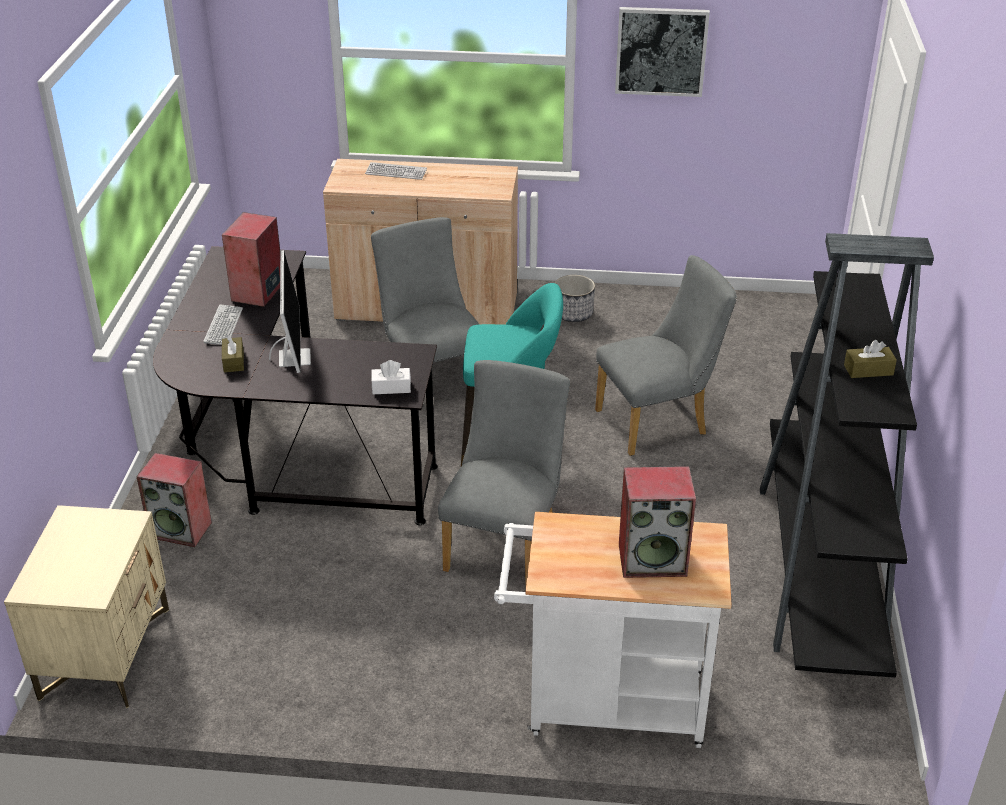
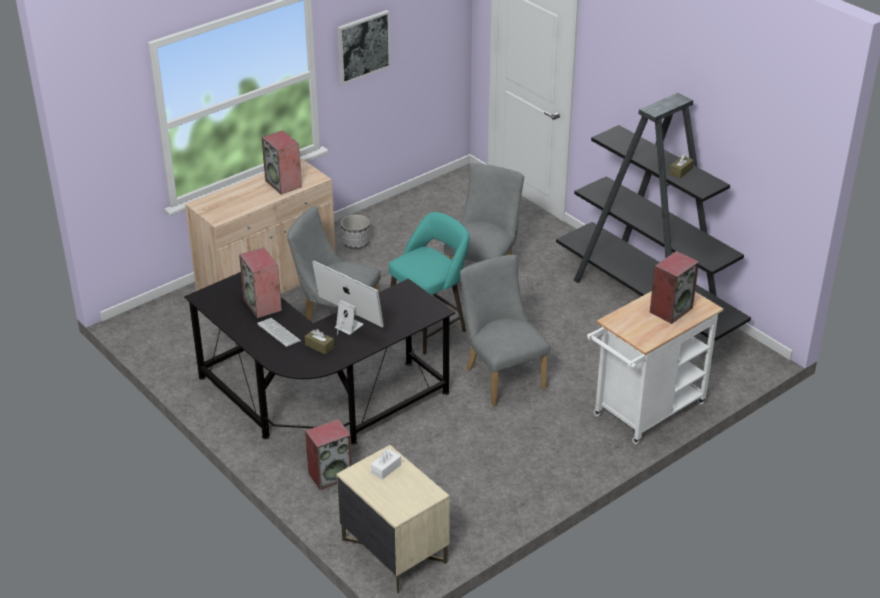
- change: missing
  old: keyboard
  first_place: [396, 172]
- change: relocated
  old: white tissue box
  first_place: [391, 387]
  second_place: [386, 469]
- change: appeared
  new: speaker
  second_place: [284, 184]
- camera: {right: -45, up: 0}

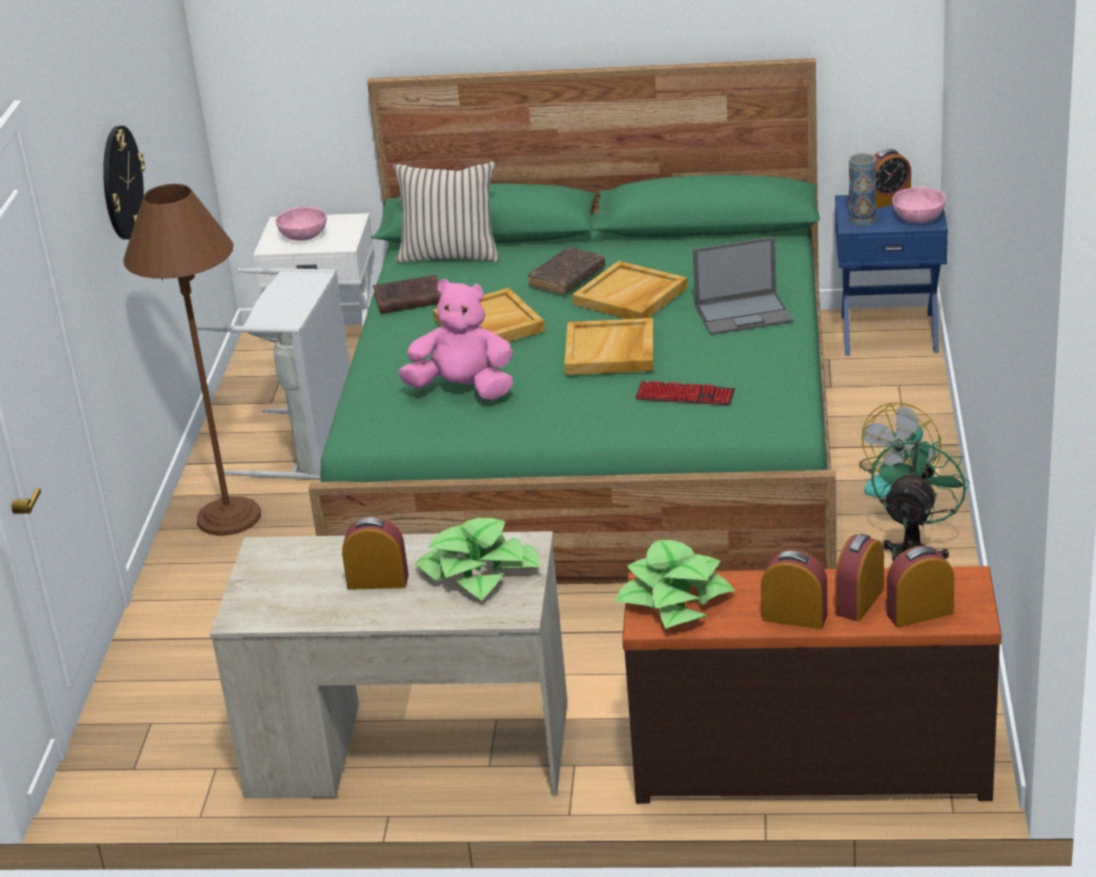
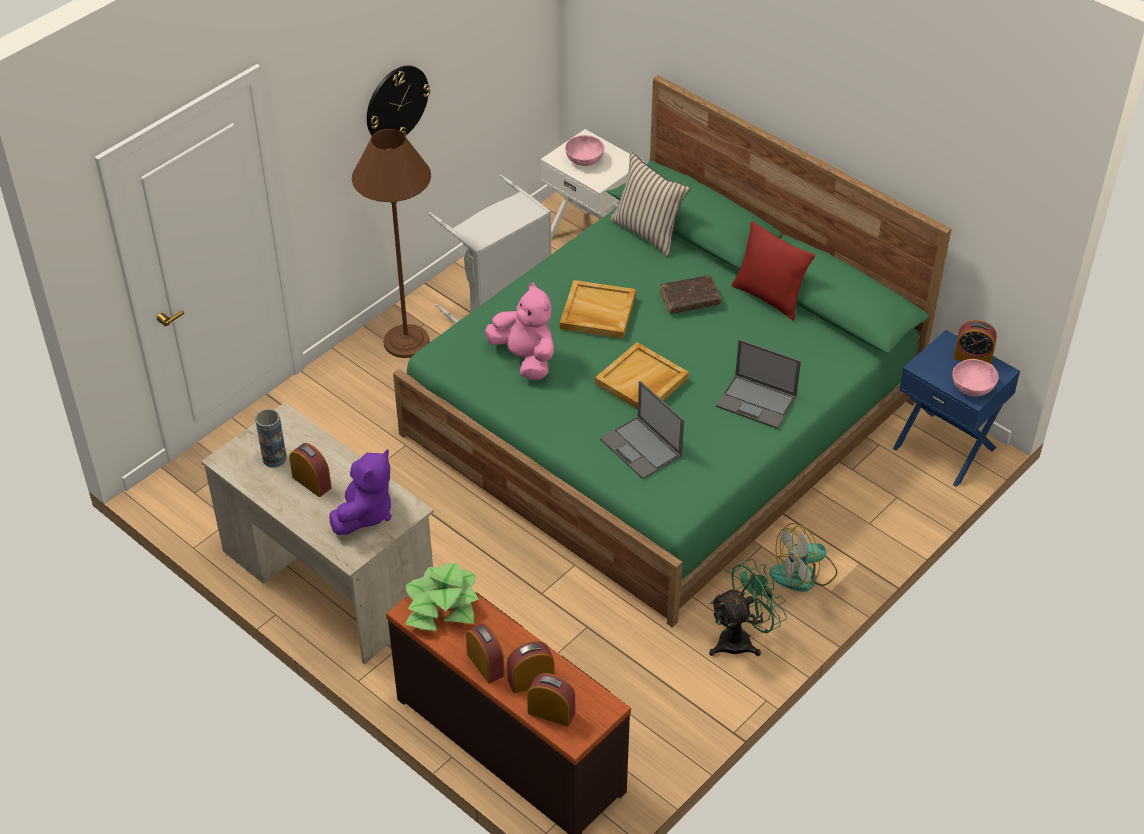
- change: missing
  old: brown book
  first_place: [407, 299]
- change: exchanged
  old: potted plant
  new: purple plush toy
  first_place: [479, 572]
  second_place: [365, 513]
- change: missing
  old: beige tray
  first_place: [630, 297]
- change: exchanged
  old: keyboard
  new: laptop
  first_place: [685, 395]
  second_place: [641, 448]
- change: relocated
  old: vase
  first_place: [862, 220]
  second_place: [274, 458]
- change: appeared
  new: red pillow
  second_place: [768, 297]
- camera: {right: 35, up: 15}

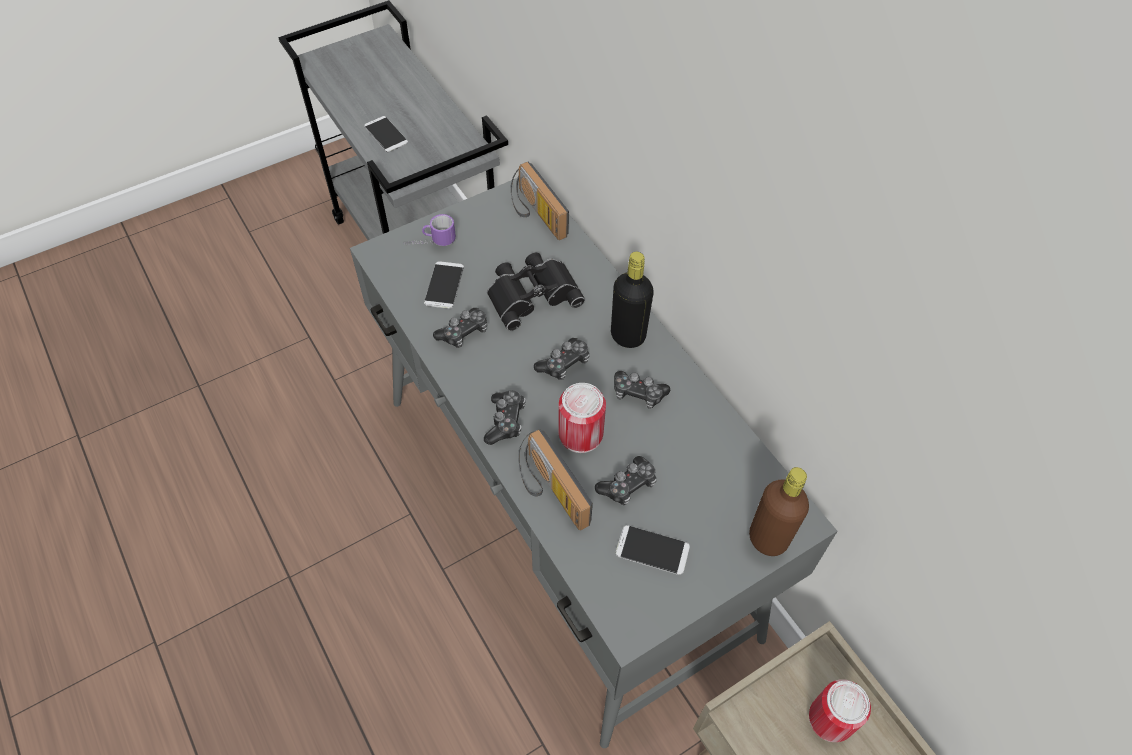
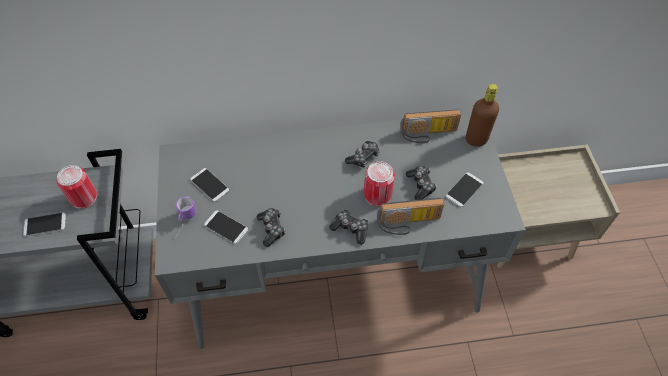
- change: missing
  old: black binoculars
  first_place: [532, 293]
- change: relocated
  old: radio
  first_place: [535, 214]
  second_place: [428, 134]
- change: missing
  old: game controller
  first_place: [564, 364]
- change: missing
  old: black bottle
  first_place: [628, 336]
- change: relocated
  old: can
  first_place: [830, 719]
  second_place: [83, 197]
- change: appeared
  new: phone
  second_place: [209, 185]
- camera: {right: -65, up: 0}

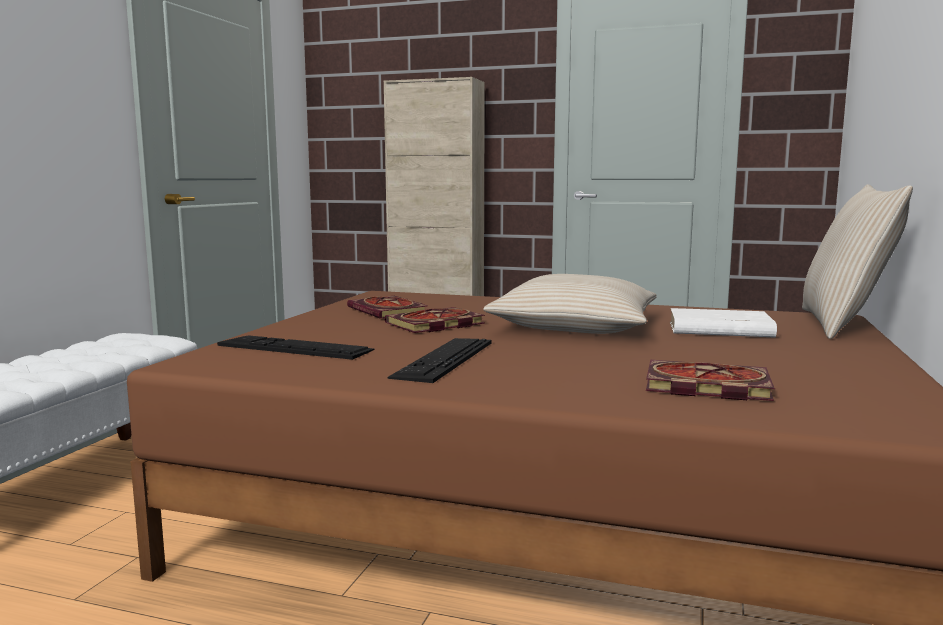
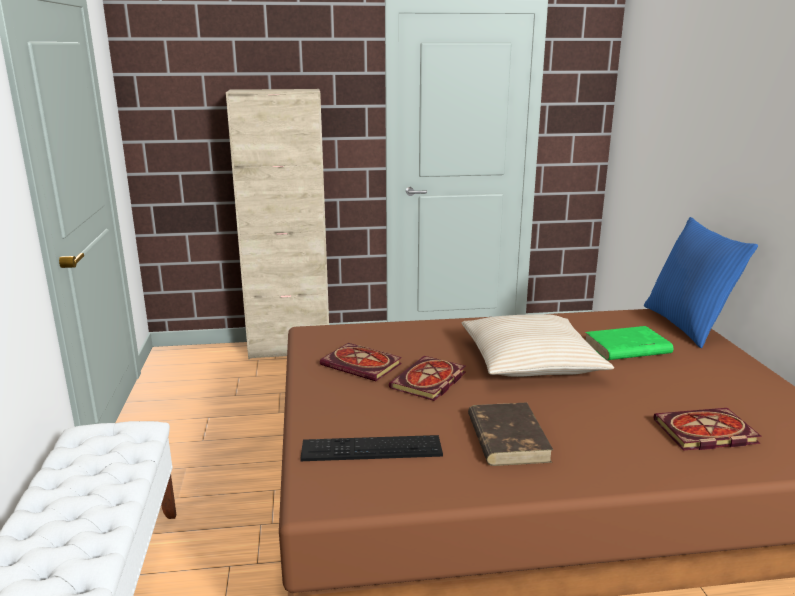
- change: exchanged
  old: keyboard
  new: brown book
  first_place: [444, 359]
  second_place: [507, 438]
- change: colour
  old: white book
  new: green book
  first_place: [718, 330]
  second_place: [626, 348]
- change: colour
  old: beige pillow
  new: blue pillow
  first_place: [843, 325]
  second_place: [687, 325]
- camera: {right: -25, up: 10}

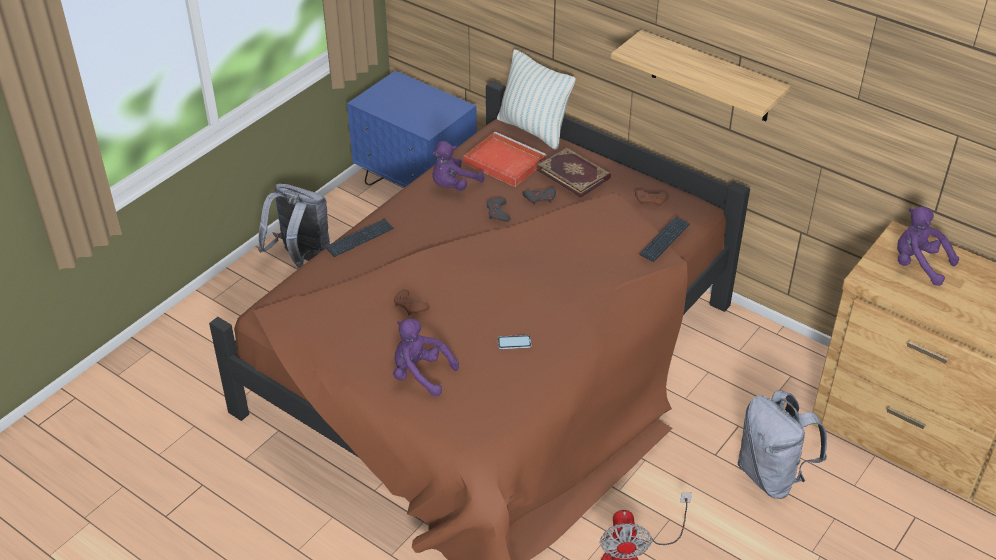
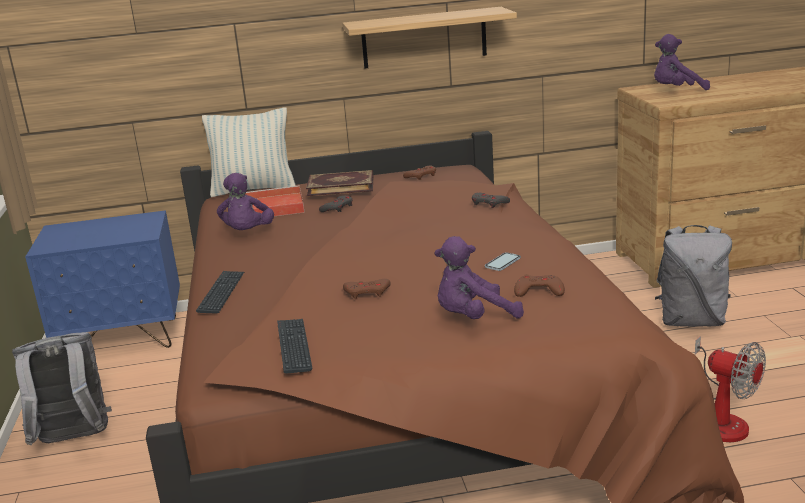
- change: relocated
  old: grey game controller
  first_place: [498, 212]
  second_place: [489, 203]
- change: relocated
  old: keyboard
  first_place: [665, 240]
  second_place: [294, 346]
- change: appeared
  new: brown game controller
  second_place: [539, 291]
- camera: {right: -45, up: -20}

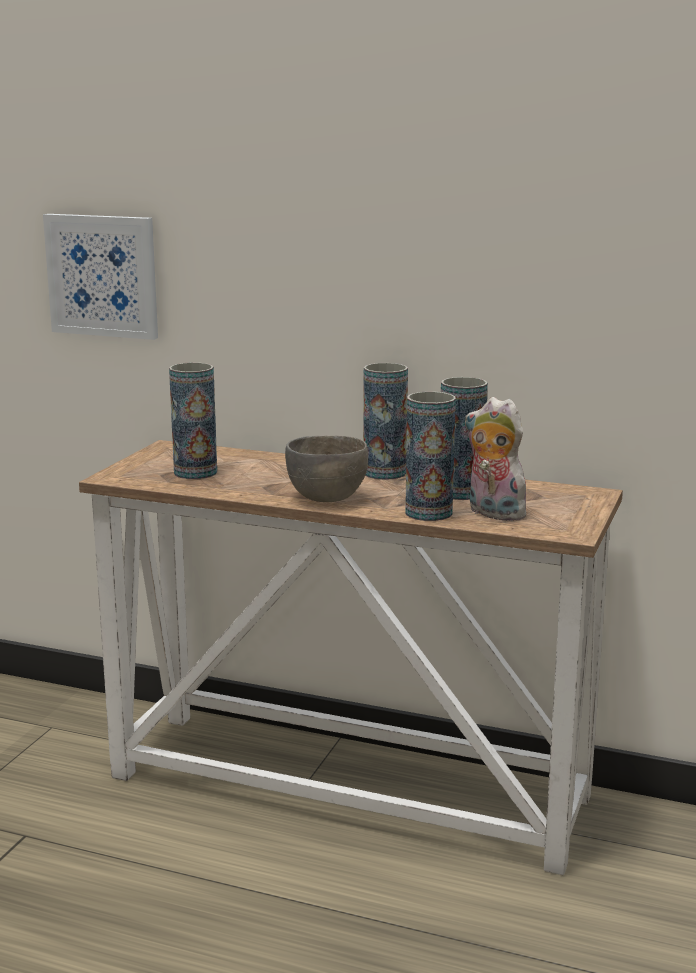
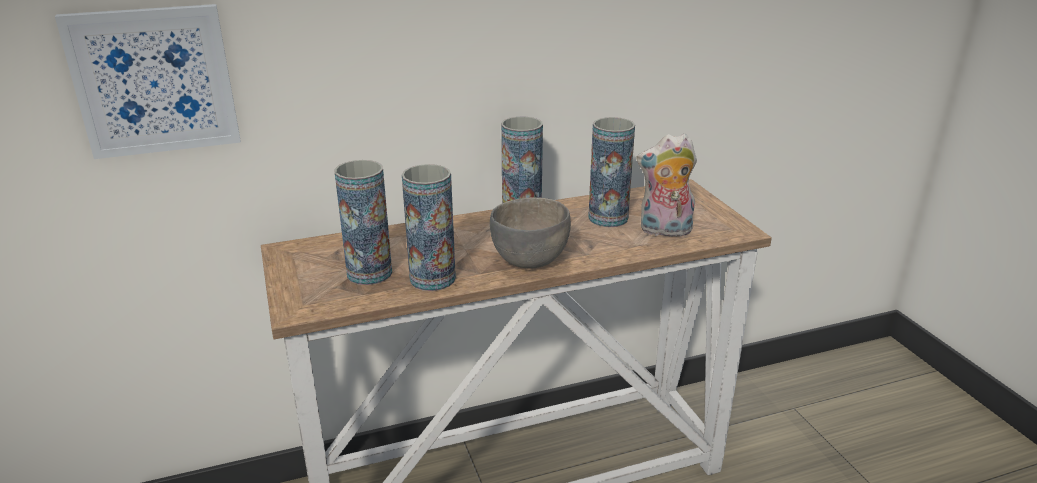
- change: relocated
  old: vase
  first_place: [428, 513]
  second_place: [432, 279]
- camera: {right: -40, up: 10}

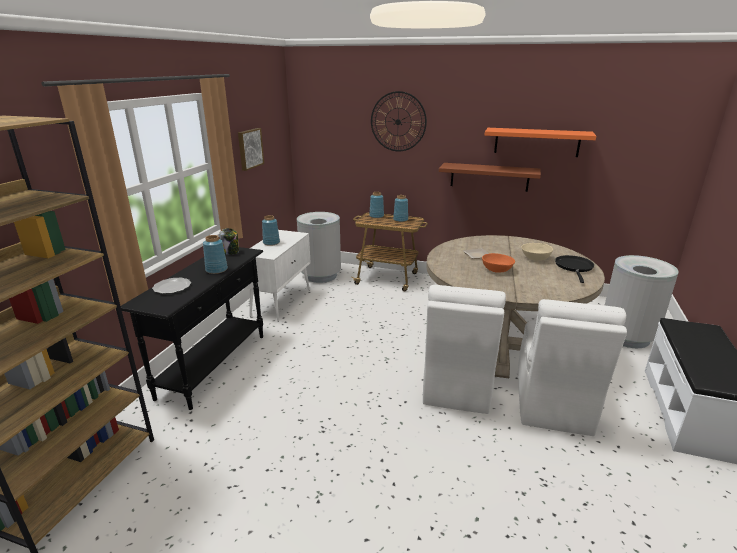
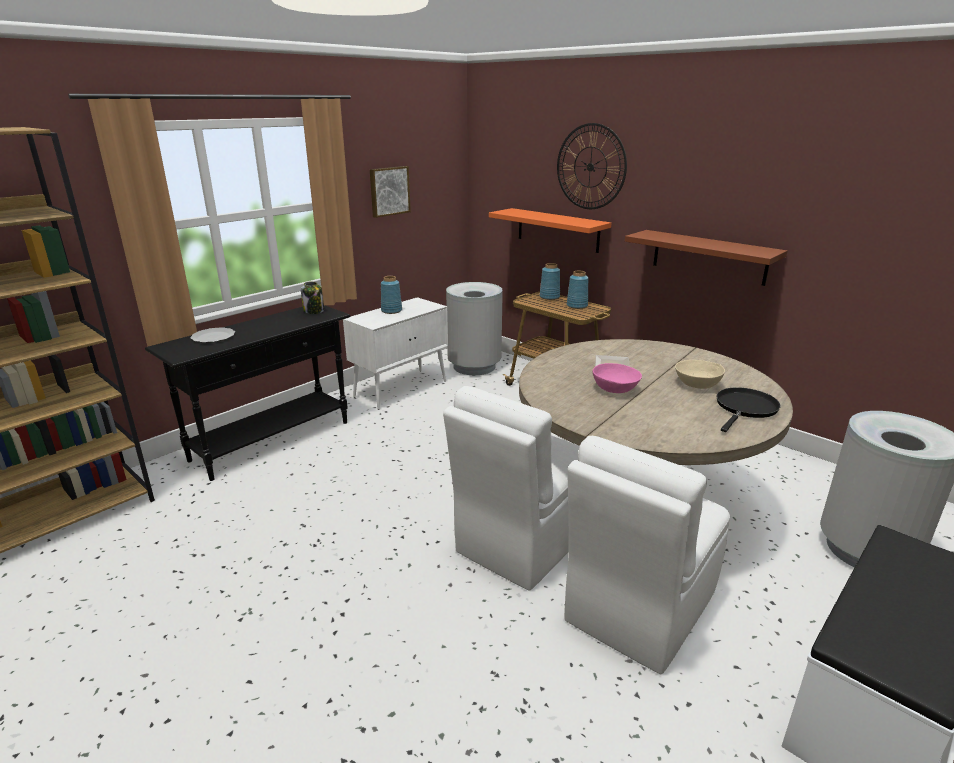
- change: missing
  old: blue vase
  first_place: [216, 270]
- change: colour
  old: orange bowl
  new: pink bowl
  first_place: [497, 270]
  second_place: [615, 389]
- change: relocated
  old: orange shelf
  first_place: [536, 142]
  second_place: [557, 230]
- camera: {right: 25, up: 0}

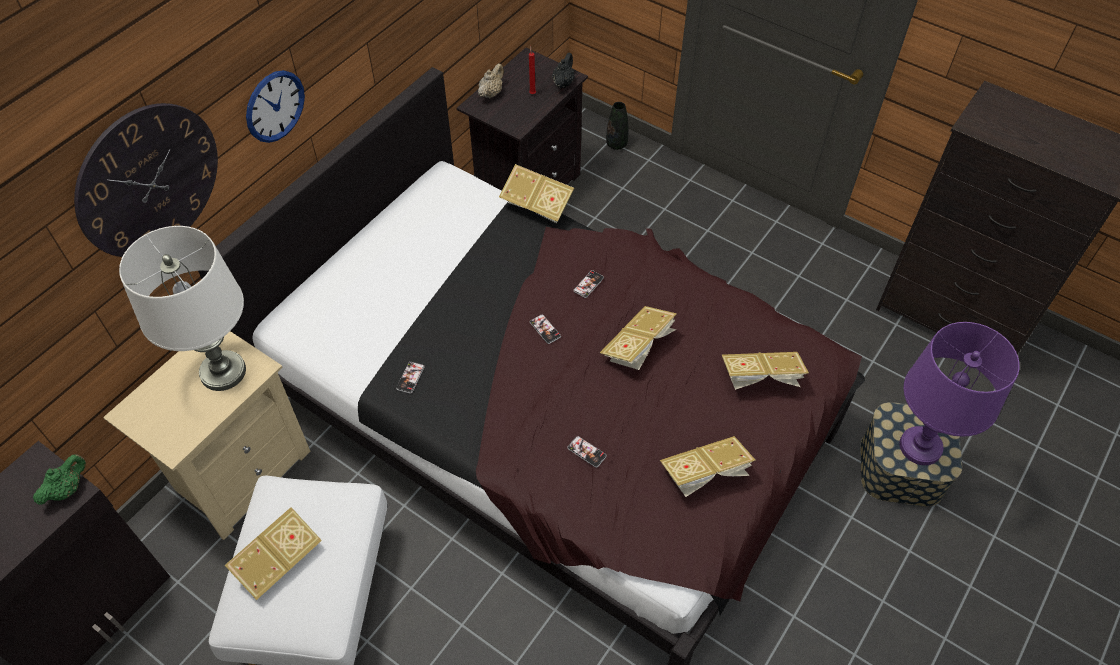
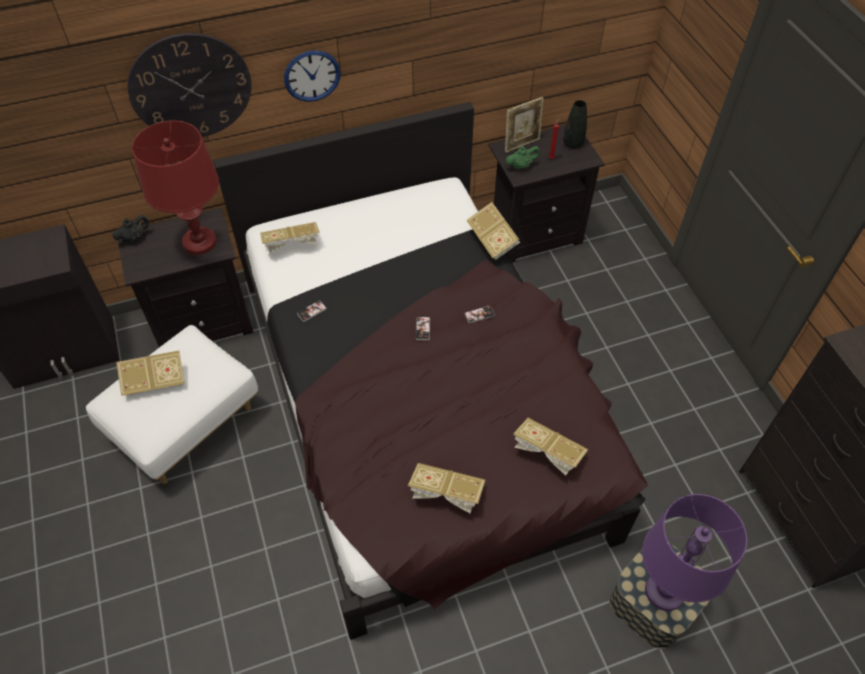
- change: relocated
  old: green teapot
  first_place: [67, 489]
  second_place: [521, 166]
- change: colour
  old: beige nightstand
  new: black nightstand
  first_place: [240, 472]
  second_place: [204, 321]
- change: colour
  old: white table lamp
  new: red table lamp
  first_place: [223, 371]
  second_place: [200, 242]
- change: exchanged
  old: beige teapot
  new: picture frame
  first_place: [491, 93]
  second_place: [521, 144]
- change: relocated
  old: black teapot
  first_place: [563, 83]
  second_place: [134, 237]
- change: missing
  old: phone
  first_place: [586, 452]
- change: relocated
  old: book
  first_place: [639, 348]
  second_place: [292, 245]
- change: relocated
  old: black vase
  first_place: [616, 144]
  second_place: [573, 143]
- camera: {right: 35, up: 0}

